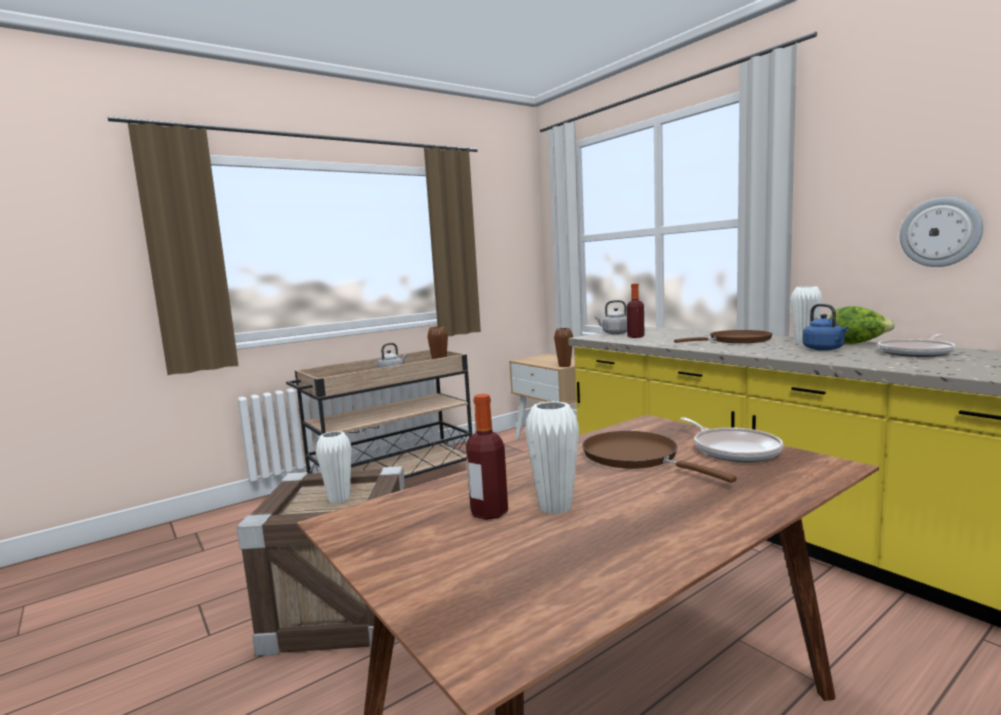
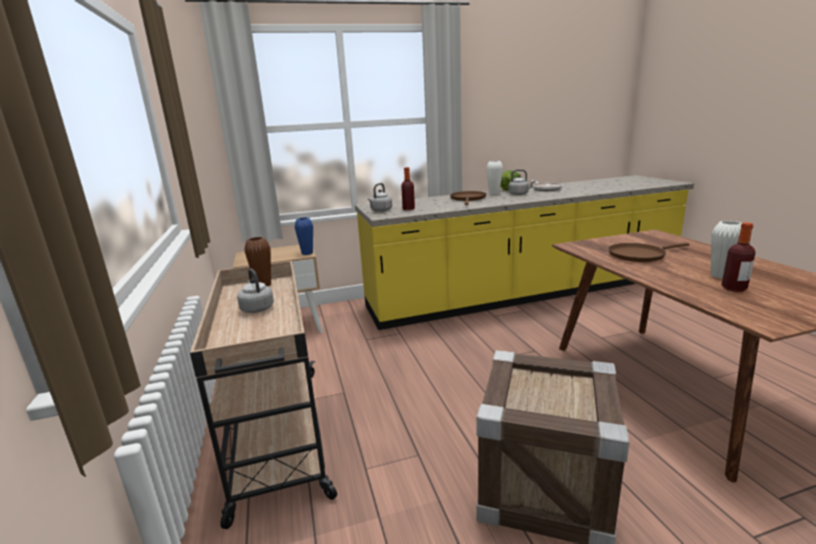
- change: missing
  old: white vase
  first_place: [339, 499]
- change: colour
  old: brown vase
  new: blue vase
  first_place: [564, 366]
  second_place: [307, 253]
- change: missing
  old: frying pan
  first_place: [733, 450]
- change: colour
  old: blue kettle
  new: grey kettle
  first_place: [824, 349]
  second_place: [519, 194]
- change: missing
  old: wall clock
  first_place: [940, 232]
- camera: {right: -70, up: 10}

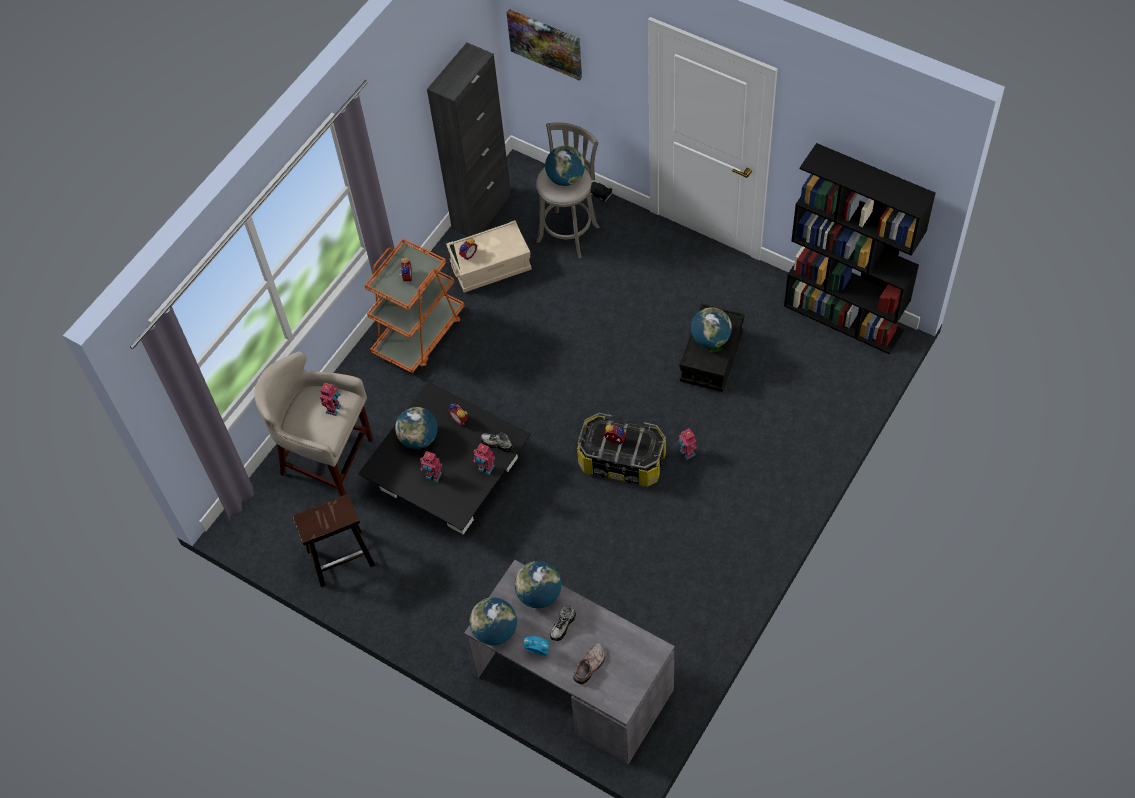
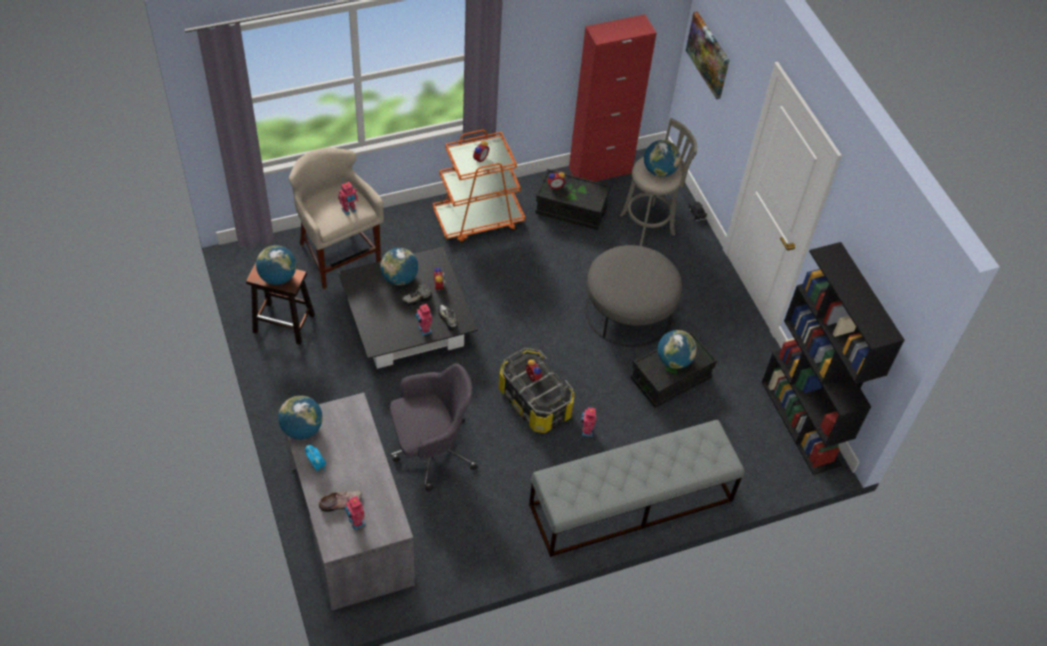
- change: relocated
  old: toy robot
  first_place: [433, 476]
  second_place: [355, 522]
- change: colour
  old: black cabinet
  new: red cabinet
  first_place: [481, 212]
  second_place: [600, 170]
- change: colour
  old: beige storage box
  new: black storage box
  first_place: [491, 266]
  second_place: [571, 209]
- change: relocated
  old: globe
  first_place: [539, 594]
  second_place: [278, 277]
- change: relocated
  old: shoe
  first_place: [563, 626]
  second_place: [416, 299]
- change: appeared
  new: grey office chair
  second_place: [430, 450]
- change: appeared
  new: grey bench
  second_place: [630, 503]
- change: appeared
  new: grey ottoman
  second_place: [629, 311]
- camera: {right: 30, up: -5}

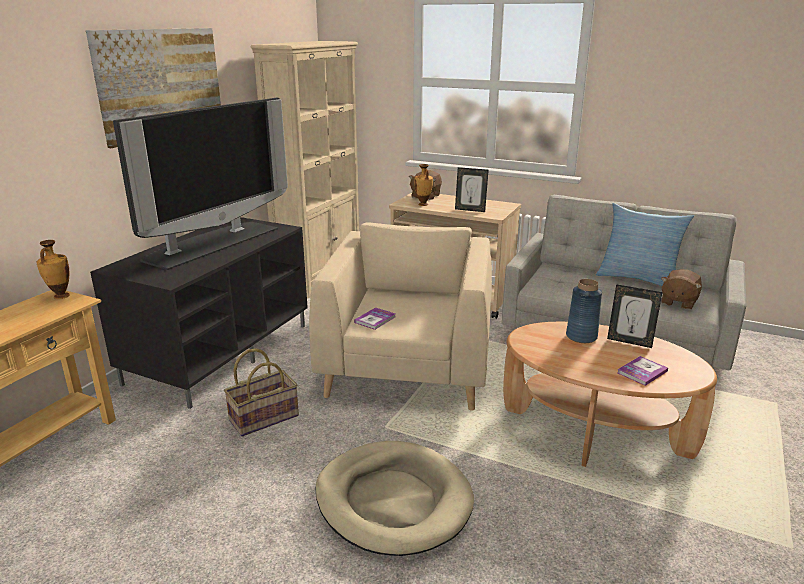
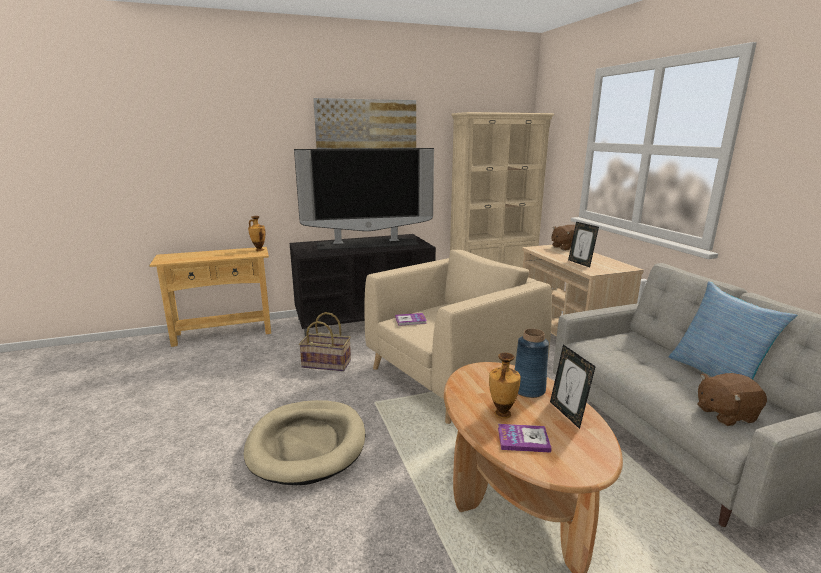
- change: relocated
  old: vase
  first_place: [423, 205]
  second_place: [502, 414]
- camera: {right: 45, up: -5}

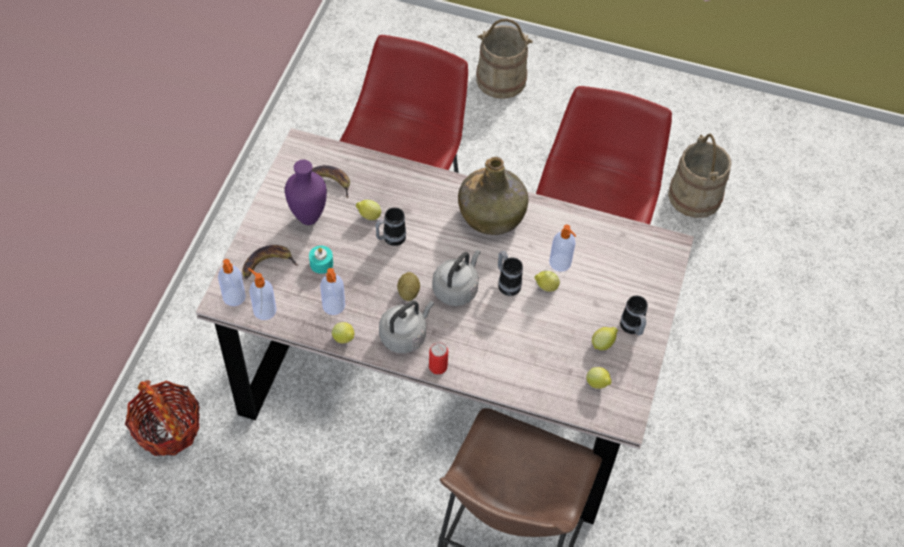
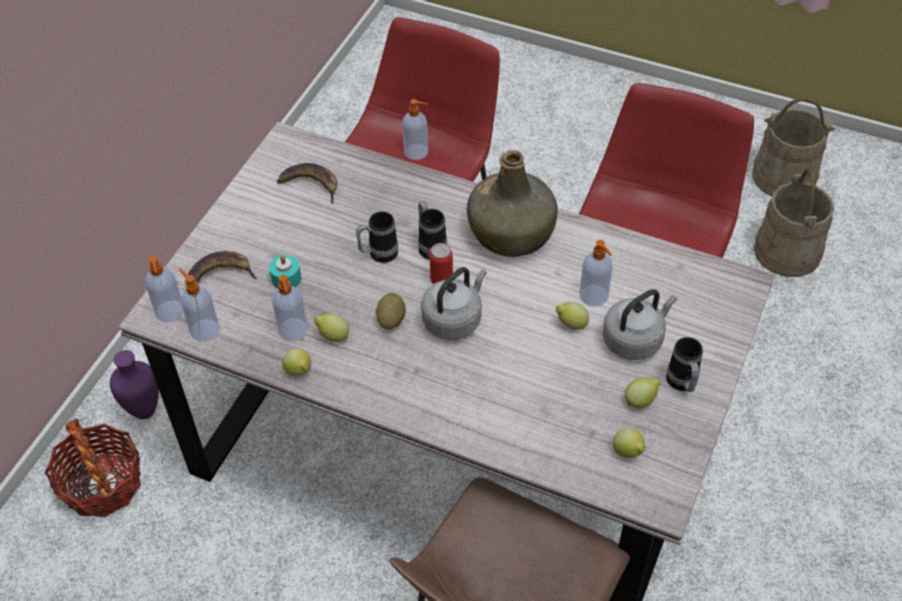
- change: relocated
  old: purple vase
  first_place: [307, 217]
  second_place: [144, 410]
- change: relocated
  old: lemon
  first_place: [368, 216]
  second_place: [333, 336]
- change: relocated
  old: grey kettle
  first_place: [405, 335]
  second_place: [635, 339]
- change: relocated
  old: can
  first_place: [438, 366]
  second_place: [441, 278]
- change: relocated
  old: beige bucket
  first_place: [501, 79]
  second_place: [784, 176]
- change: relocated
  old: mug
  first_place: [507, 283]
  second_place: [430, 245]
- change: appeared
  new: soap dispenser
  second_place: [417, 152]
- camera: {right: 10, up: -5}

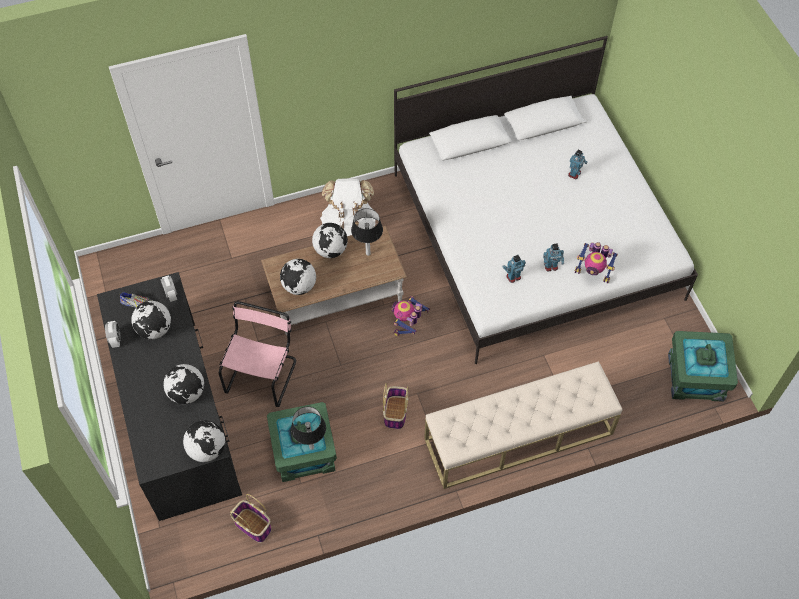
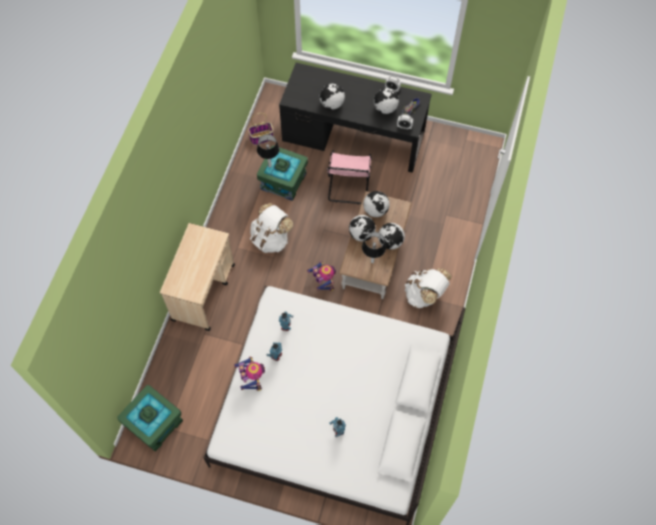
- change: relocated
  old: globe
  first_place: [207, 449]
  second_place: [361, 234]
- change: spun
  old: pink chair
  first_place: [262, 374]
  second_place: [348, 188]
  degrees: 45
- change: exchanged
  old: basket
  new: white backpack
  first_place: [395, 412]
  second_place: [271, 239]
- change: exchanged
  old: beige bench
  new: beige cart
  first_place: [518, 437]
  second_place: [204, 291]
- change: spun
  old: toy robot
  first_place: [593, 272]
  second_place: [251, 378]
  degrees: 105
- camera: {right: 125, up: 5}

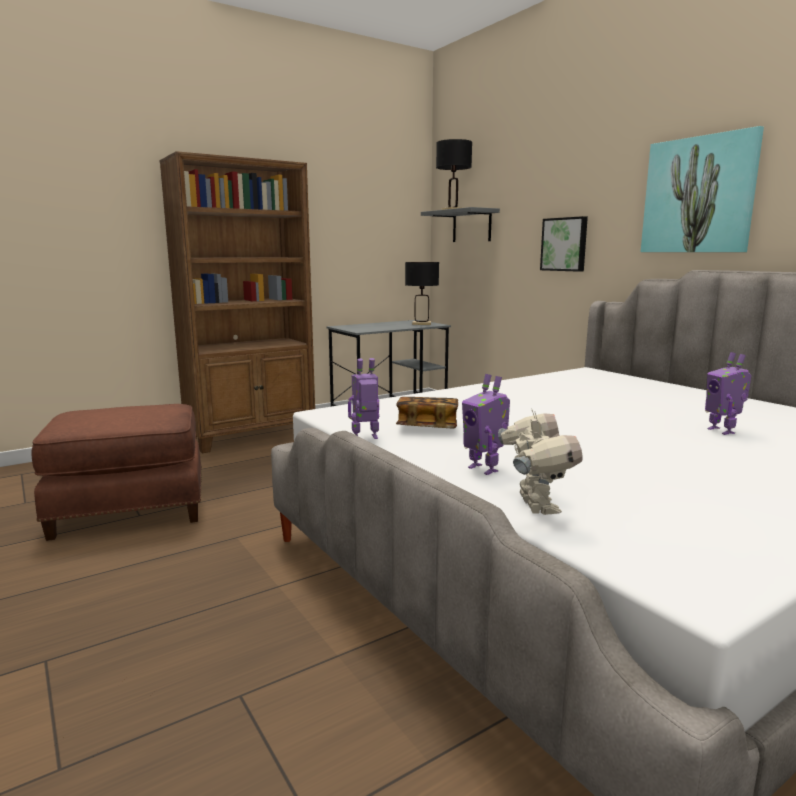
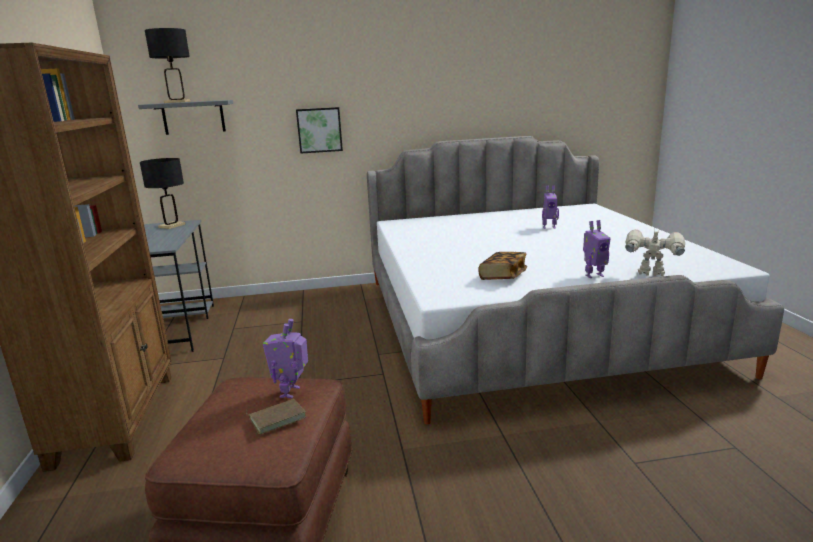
- change: relocated
  old: toy robot
  first_place: [365, 438]
  second_place: [291, 392]
- change: missing
  old: picture
  first_place: [698, 195]
- change: appeared
  new: brown book
  second_place: [277, 417]
- camera: {right: -65, up: 5}

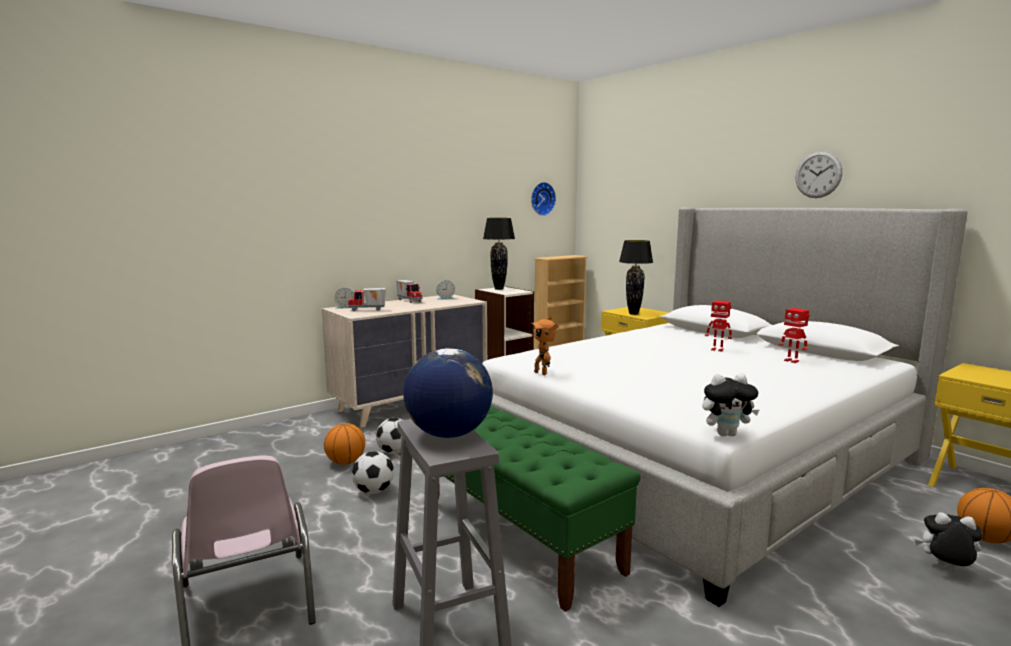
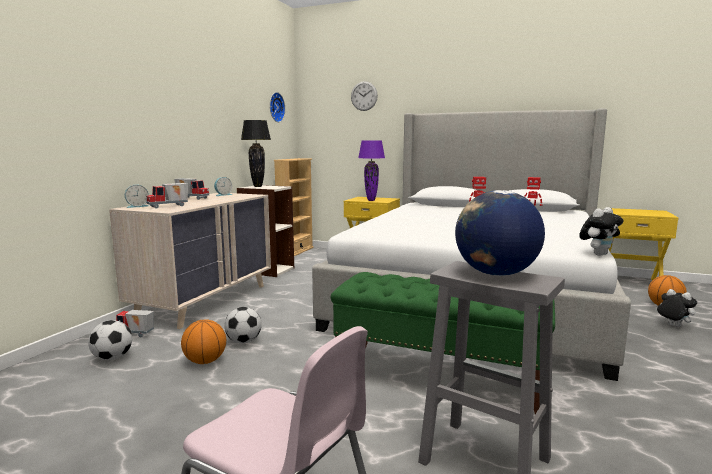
- change: relocated
  old: football
  first_place: [374, 491]
  second_place: [112, 358]
- change: missing
  old: toy robot
  first_place: [542, 373]
- change: colour
  old: black table lamp
  new: purple table lamp
  first_place: [633, 314]
  second_place: [371, 200]
- change: relocated
  old: wall clock
  first_place: [818, 174]
  second_place: [364, 96]
- change: spun
  old: plush toy
  first_place: [945, 569]
  second_place: [672, 326]
  degrees: 60
- change: appeared
  new: toy truck
  second_place: [133, 334]
- camera: {right: -30, up: 0}

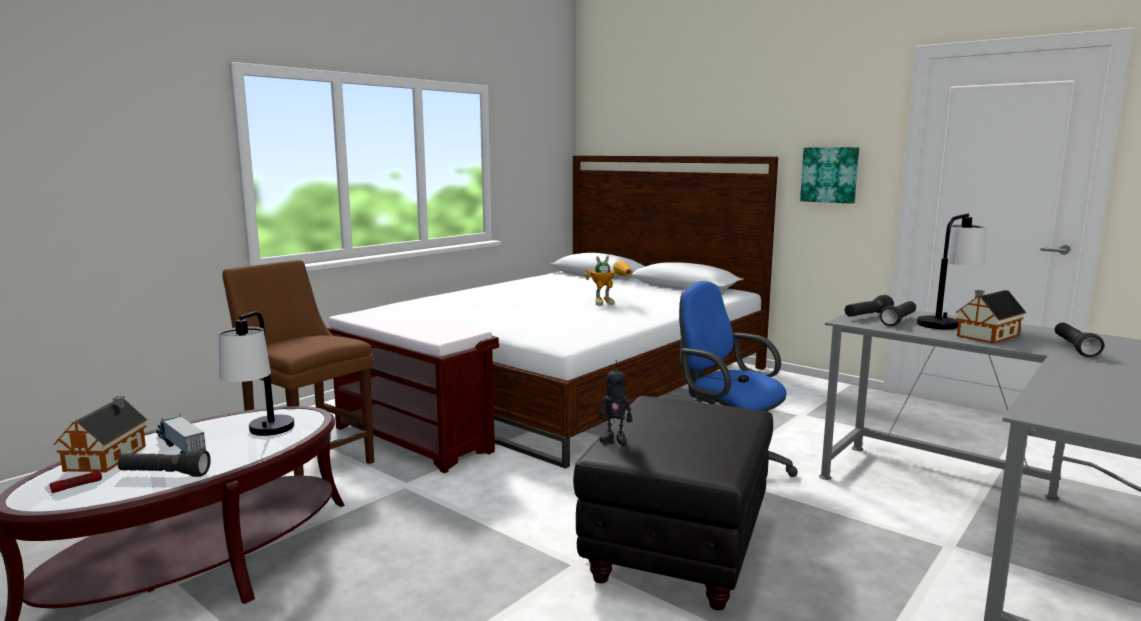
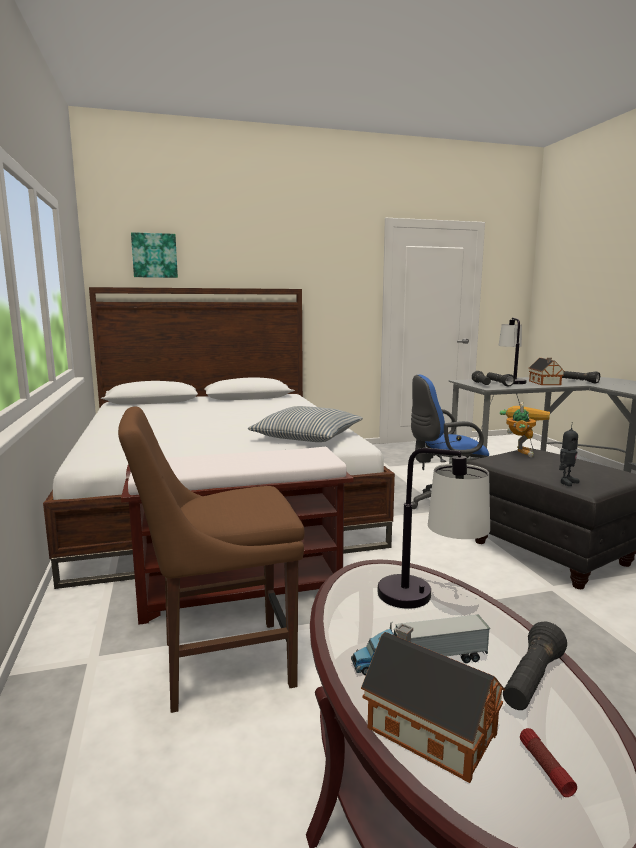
- change: relocated
  old: toy robot
  first_place: [610, 302]
  second_place: [520, 451]
- change: relocated
  old: picture
  first_place: [830, 175]
  second_place: [154, 255]
- change: appeared
  new: pillow
  second_place: [307, 436]
- camera: {right: -55, up: 0}

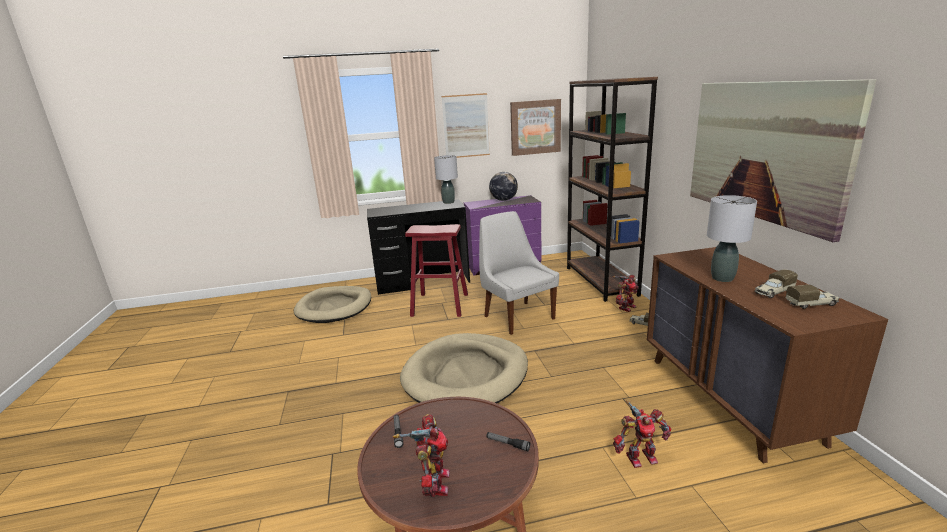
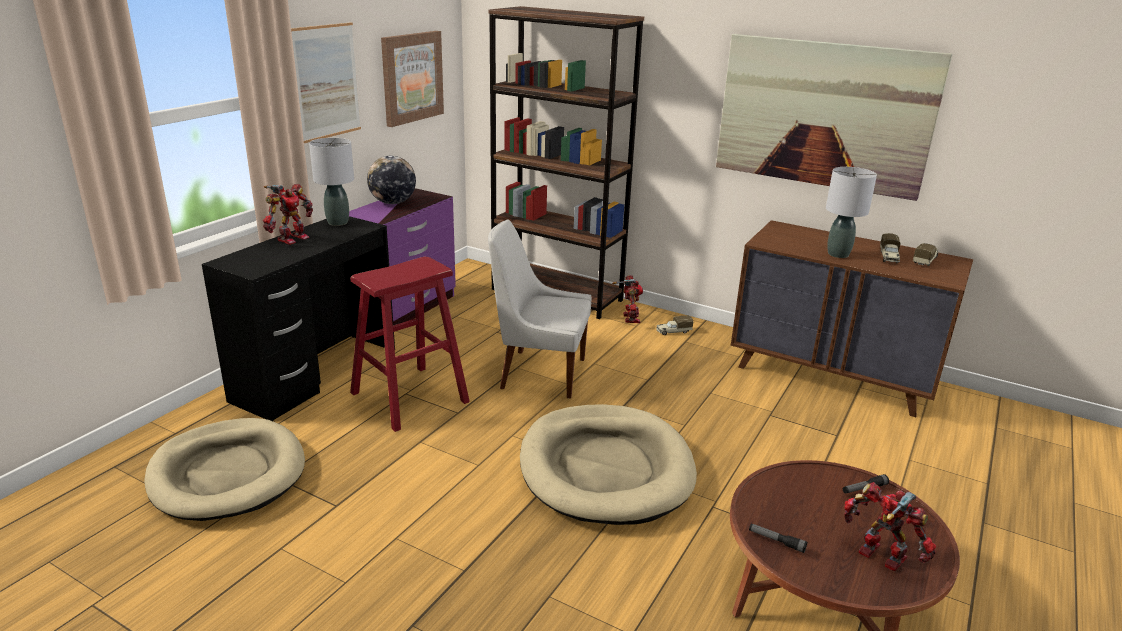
- change: relocated
  old: toy robot
  first_place: [640, 457]
  second_place: [291, 238]
- camera: {right: -50, up: 5}

